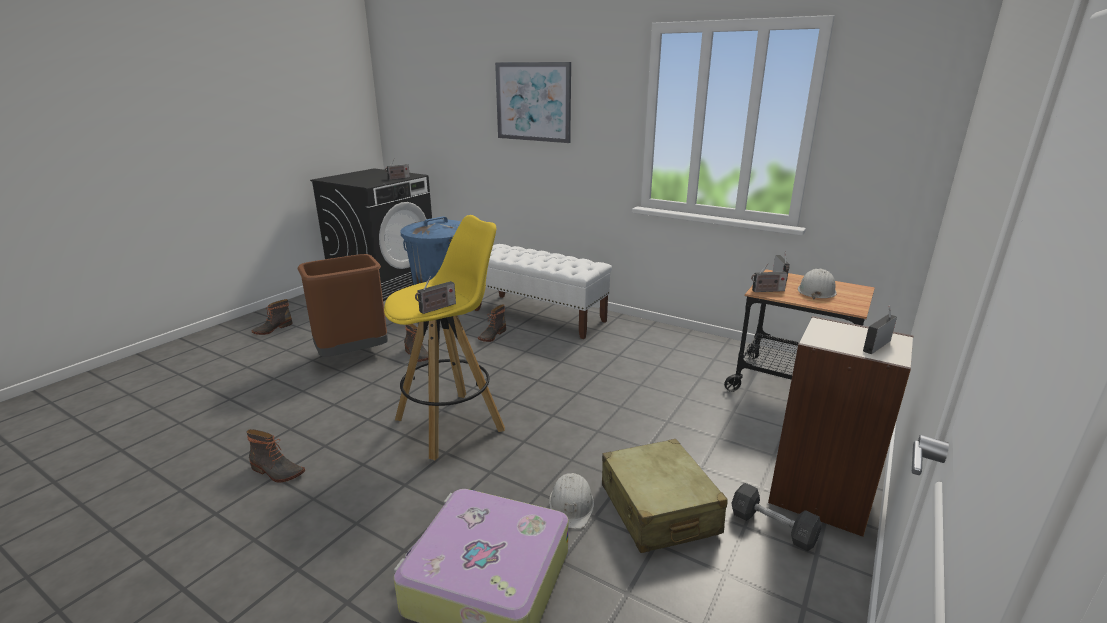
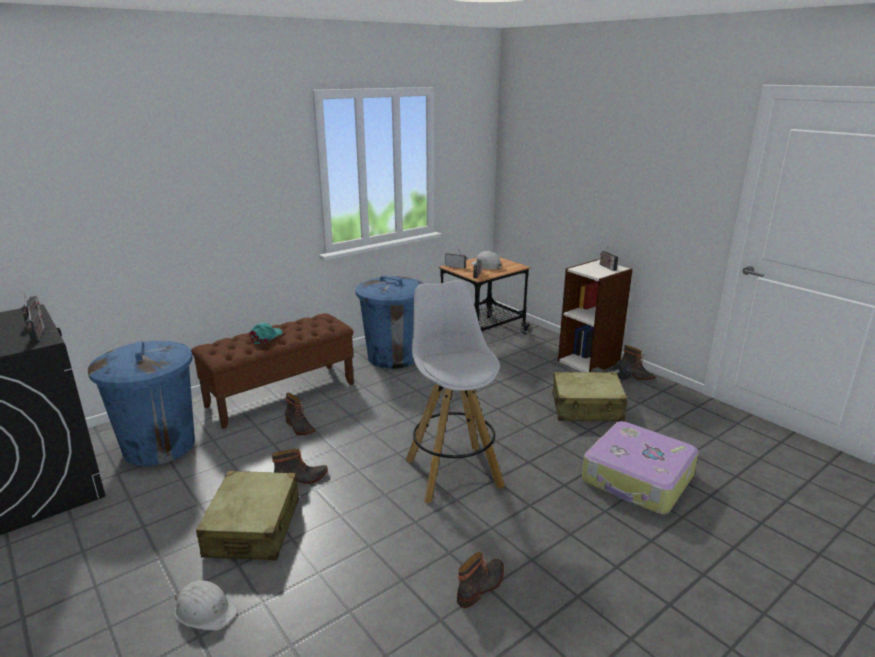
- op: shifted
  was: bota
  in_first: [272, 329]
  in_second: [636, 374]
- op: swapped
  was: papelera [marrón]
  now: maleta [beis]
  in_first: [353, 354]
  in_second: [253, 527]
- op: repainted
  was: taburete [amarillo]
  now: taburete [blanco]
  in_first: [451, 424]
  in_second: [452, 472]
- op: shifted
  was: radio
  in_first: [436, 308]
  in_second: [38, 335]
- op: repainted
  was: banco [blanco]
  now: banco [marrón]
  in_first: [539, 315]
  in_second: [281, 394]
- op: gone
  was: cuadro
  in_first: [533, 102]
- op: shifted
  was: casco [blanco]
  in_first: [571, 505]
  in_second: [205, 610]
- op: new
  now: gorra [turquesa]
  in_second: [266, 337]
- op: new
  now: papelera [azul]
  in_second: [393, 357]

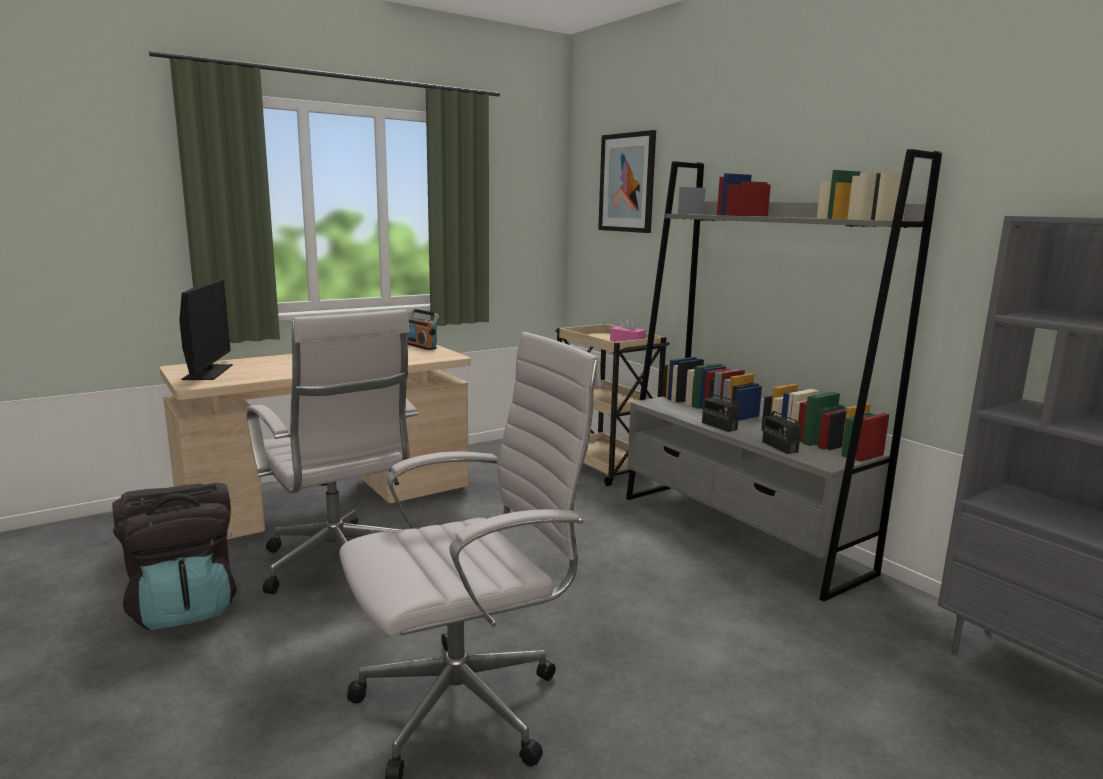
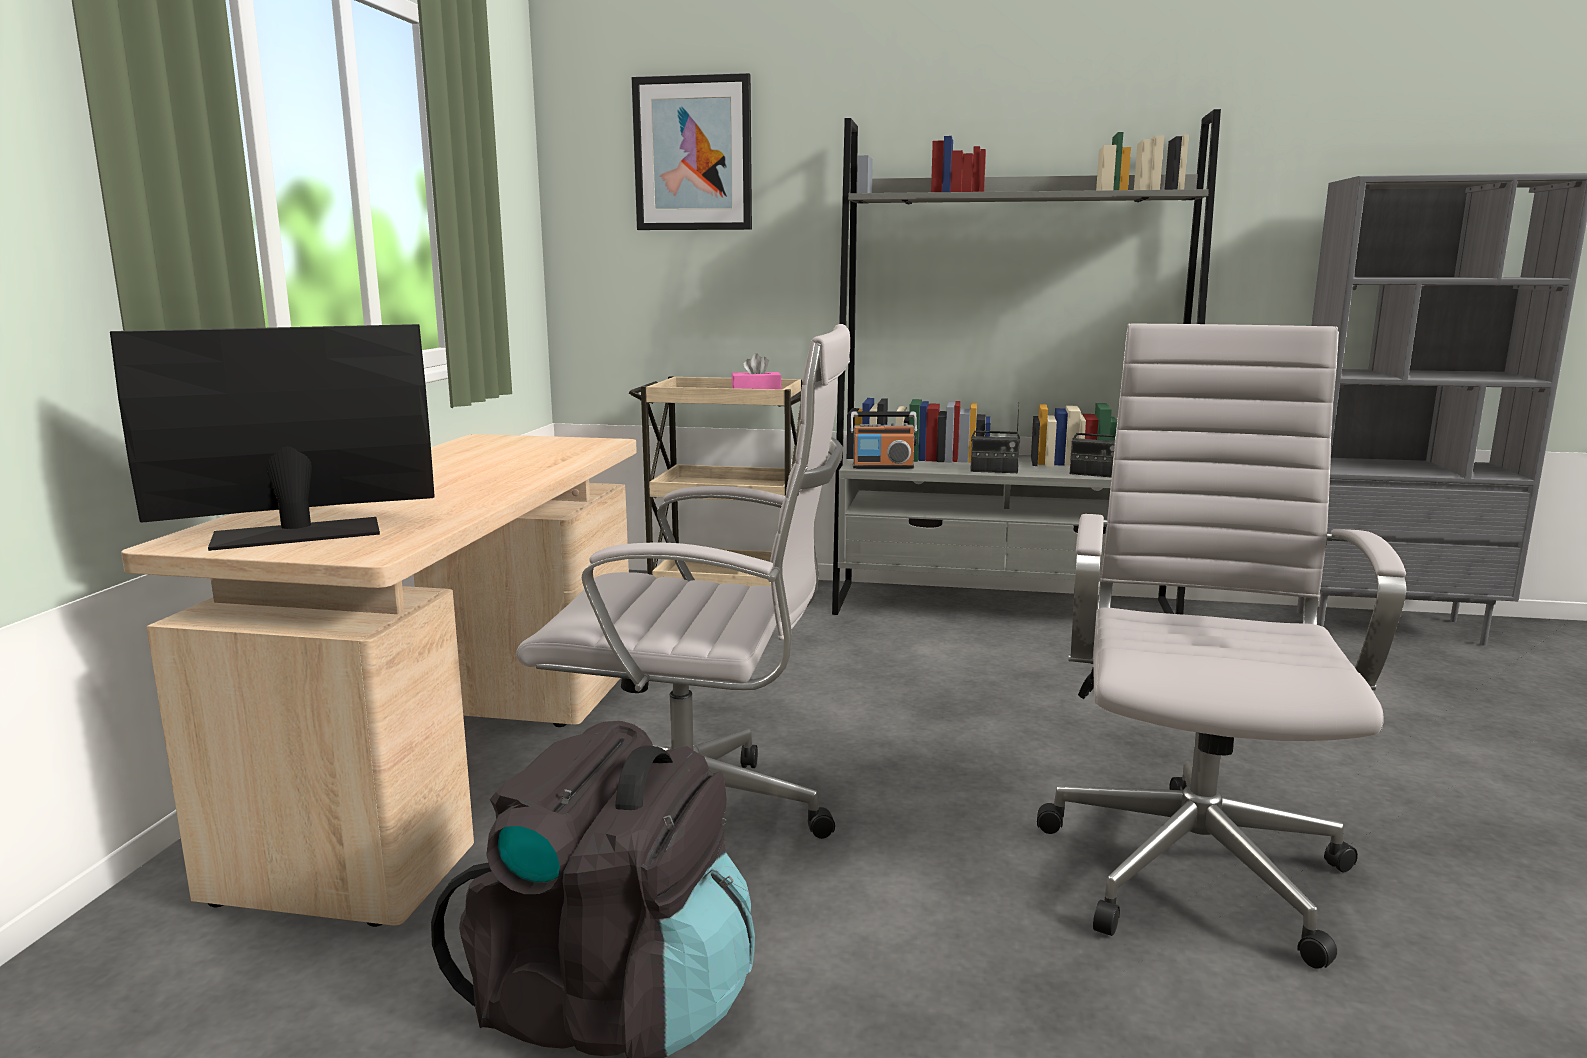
- op: rotated
  was: monitor
  in_first: [208, 372]
  in_second: [297, 534]
  clockwise: -60
- op: shifted
  was: radio
  in_first: [421, 346]
  in_second: [883, 467]

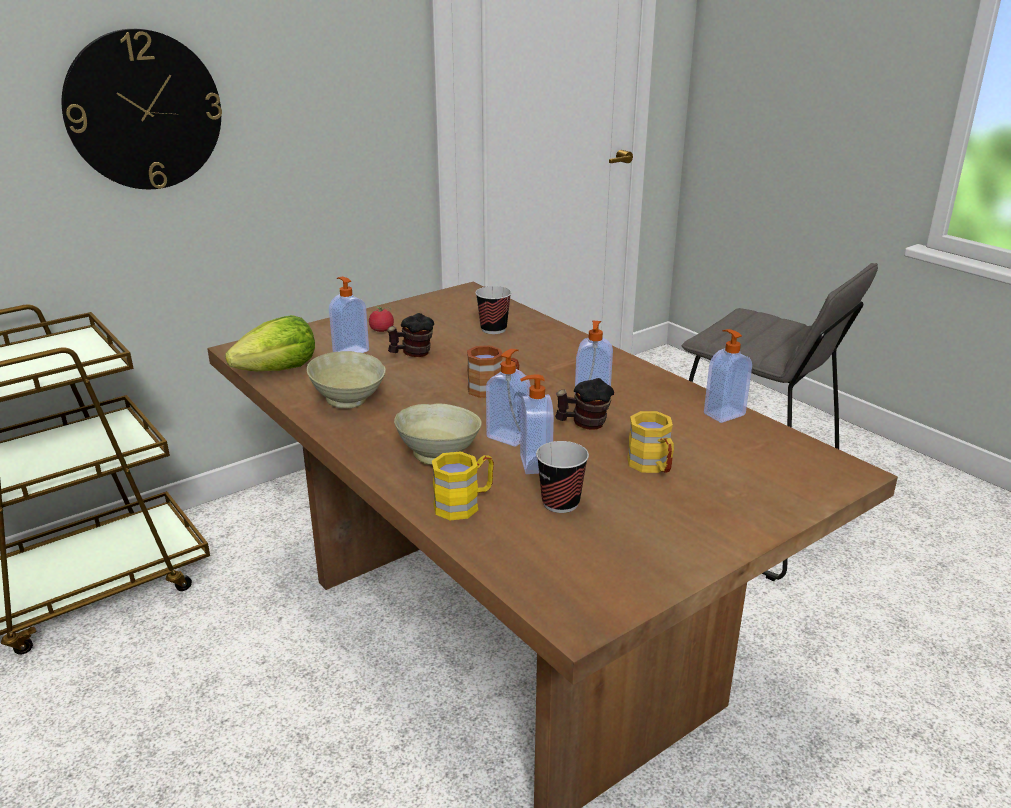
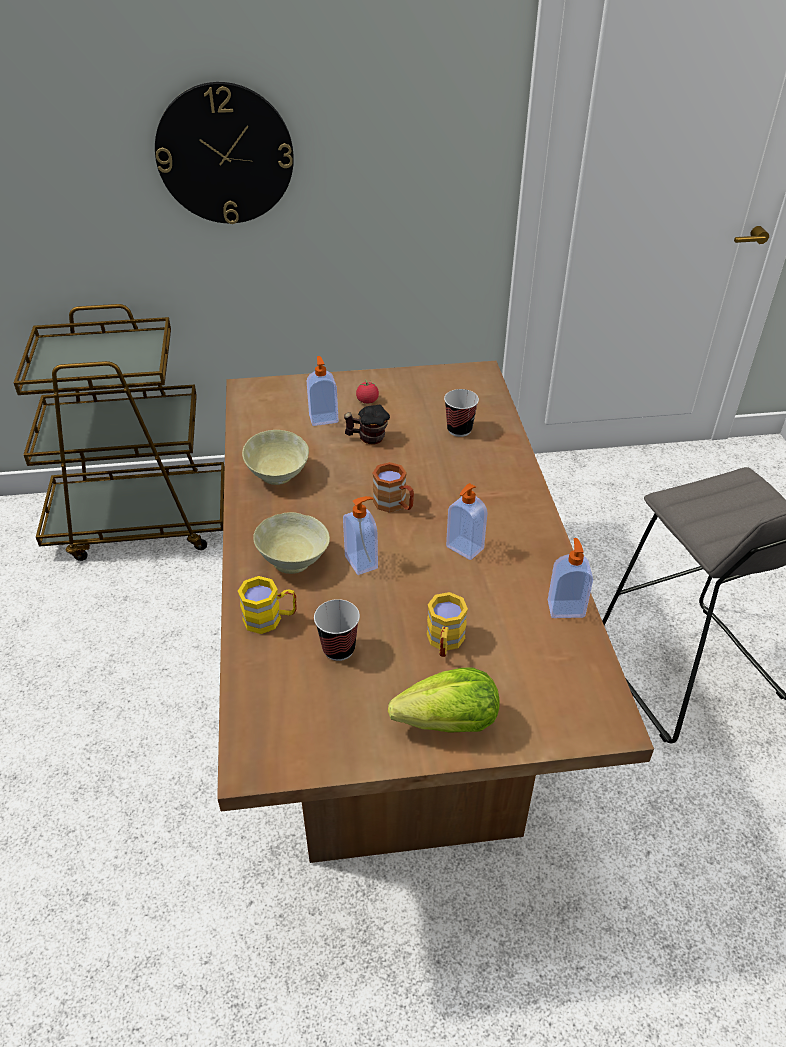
- op: shifted
  was: lechuga
  in_first: [279, 371]
  in_second: [449, 723]
- op: gone
  was: dispensador de jabón
  in_first: [534, 464]
- op: gone
  was: taza grande
  in_first: [583, 424]

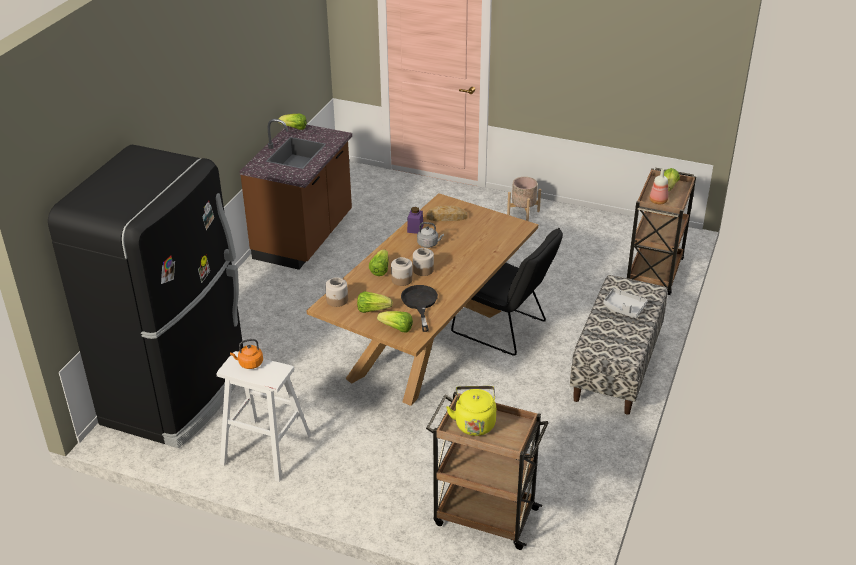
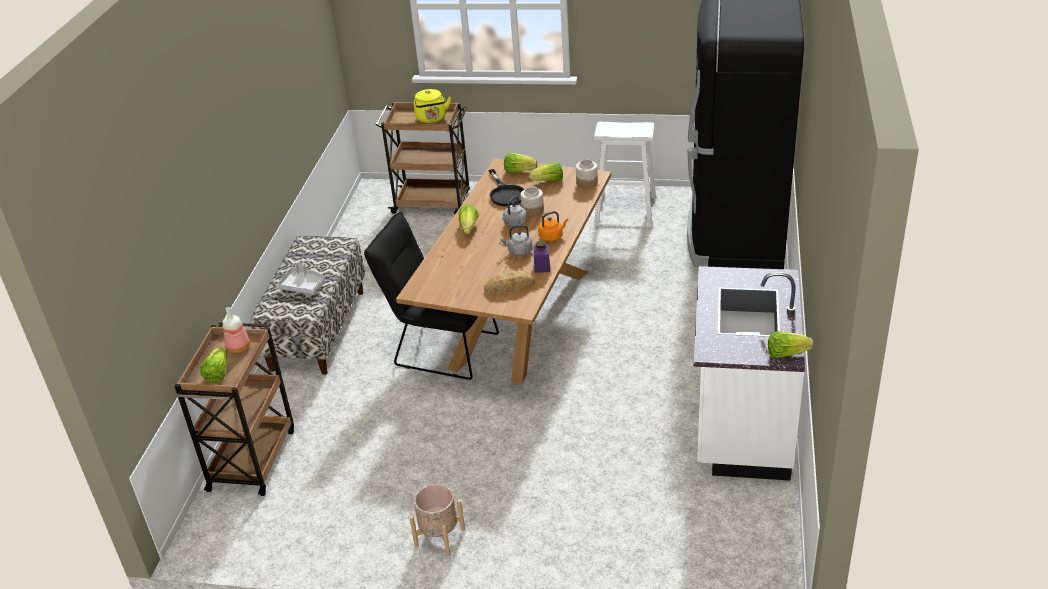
- op: shifted
  was: hervidor [naranja]
  in_first: [249, 364]
  in_second: [552, 236]
- op: repainted
  was: mueble bajo de cocina [marrón]
  now: mueble bajo de cocina [blanco]
  in_first: [305, 238]
  in_second: [740, 425]
- op: shifted
  was: lechuga
  in_first: [380, 269]
  in_second: [469, 228]
- op: swapped
  was: tarro
  now: hervidor [gris]
  in_first: [423, 270]
  in_second: [514, 224]

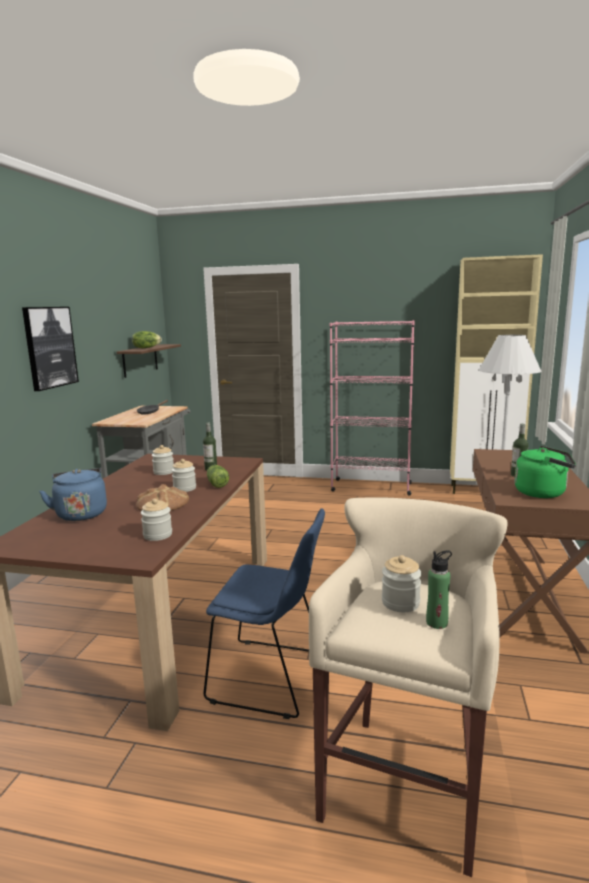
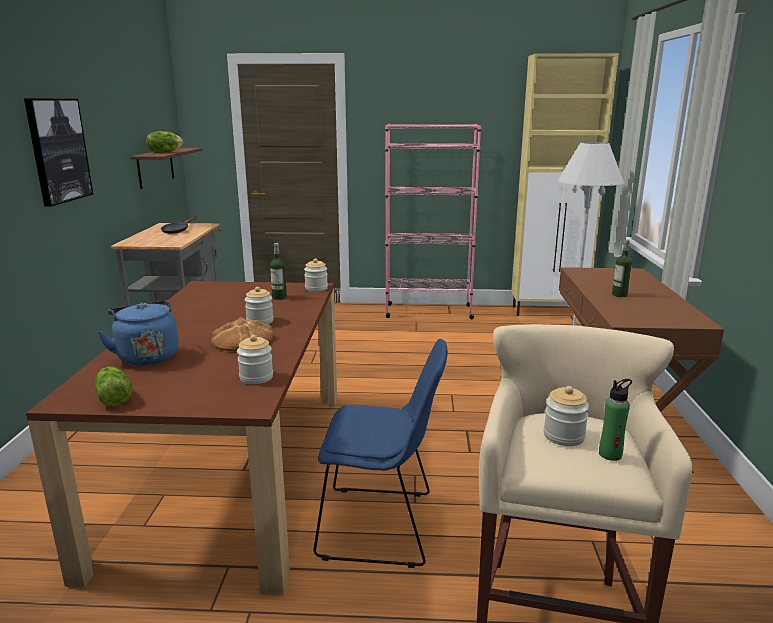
- op: shifted
  was: tarro
  in_first: [163, 472]
  in_second: [316, 288]
- op: shifted
  was: lechuga
  in_first: [217, 483]
  in_second: [114, 397]
- op: gone
  was: hervidor [verde]
  in_first: [543, 493]

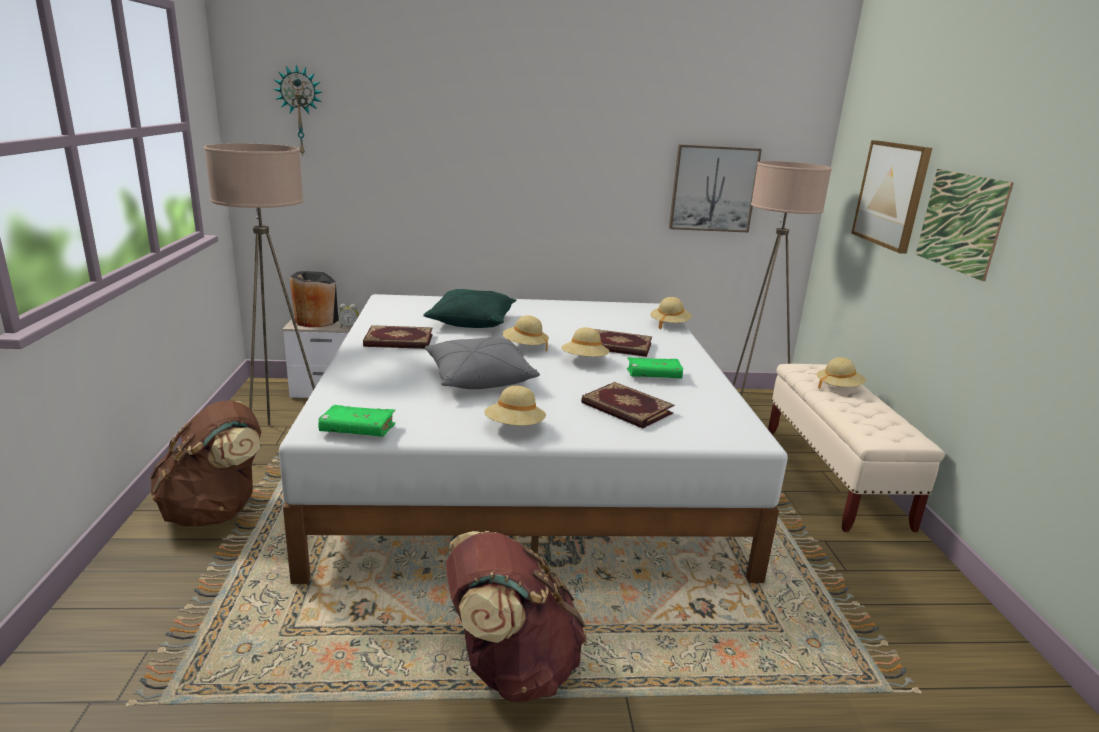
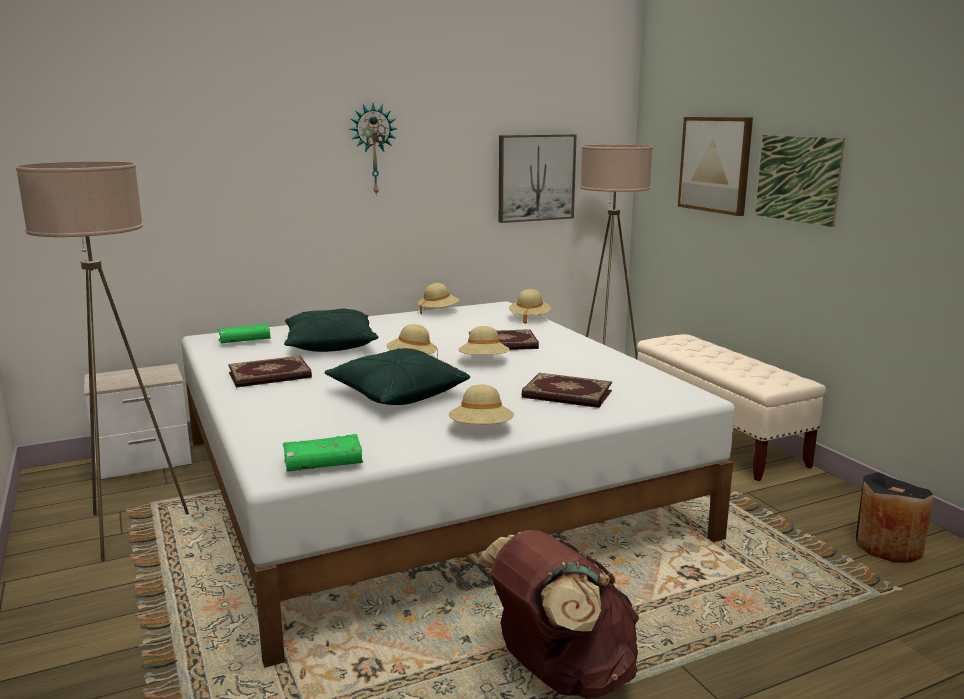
- op: gone
  was: mochila [marrón]
  in_first: [216, 511]
- op: shifted
  was: reloj de pared
  in_first: [300, 111]
  in_second: [373, 149]
- op: shifted
  was: florero [negro]
  in_first: [315, 321]
  in_second: [887, 546]
- op: gone
  was: despertador
  in_first: [349, 327]
- op: repainted
  was: cojín [gris]
  now: cojín [verde]
  in_first: [479, 378]
  in_second: [397, 395]
- op: shifted
  was: libro [verde]
  in_first: [653, 376]
  in_second: [244, 341]
- op: shifted
  was: sombrero [beis]
  in_first: [838, 387]
  in_second: [438, 311]

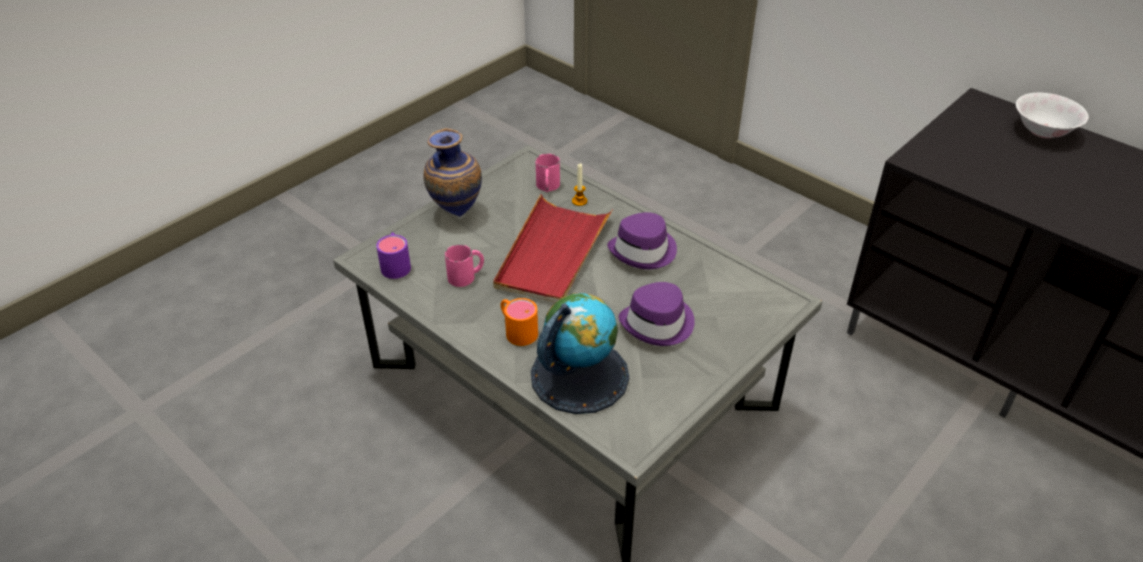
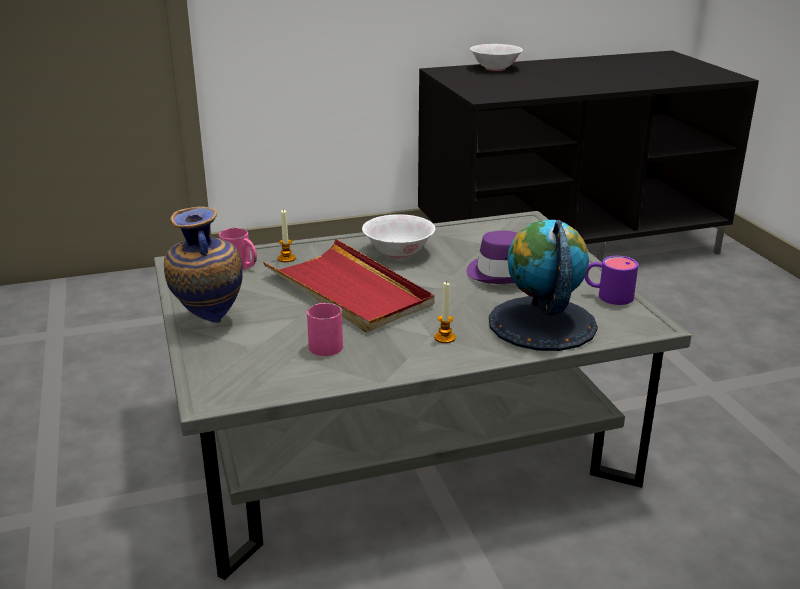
- op: shifted
  was: taza grande [morado]
  in_first: [396, 264]
  in_second: [607, 295]
- op: swapped
  was: taza grande [naranja]
  now: vela
  in_first: [517, 330]
  in_second: [444, 338]
- op: swapped
  was: sombrero [morado]
  now: cuenco [blanco]
  in_first: [644, 251]
  in_second: [398, 252]

